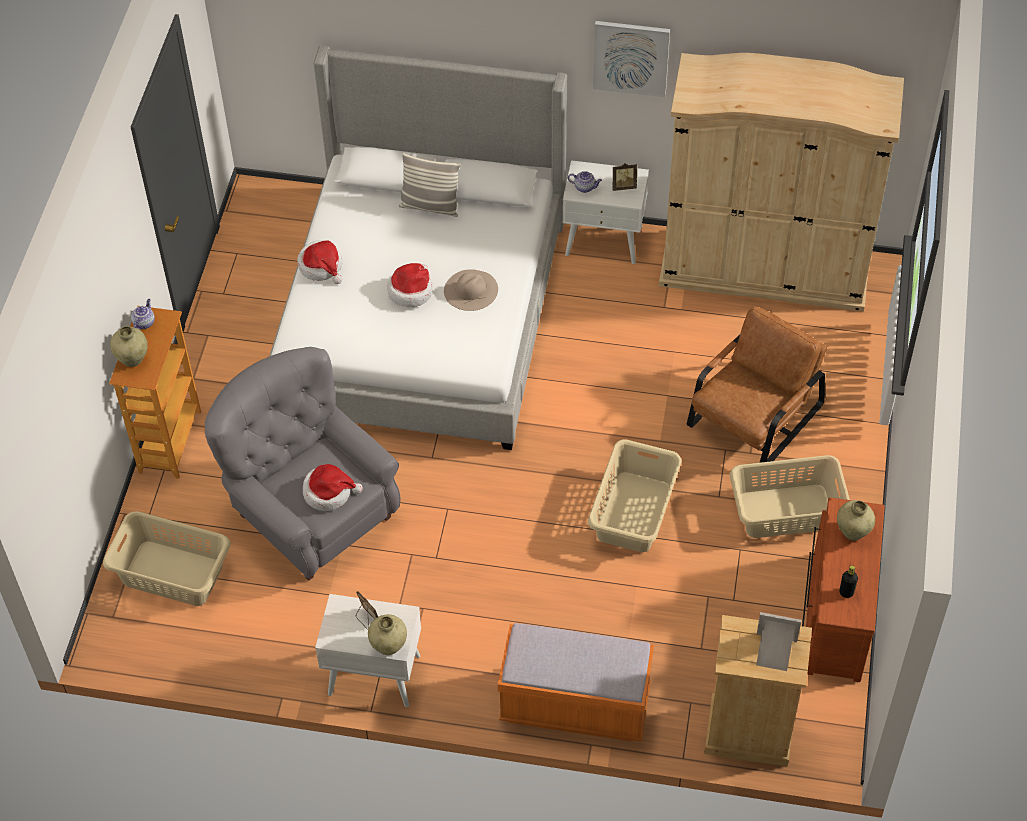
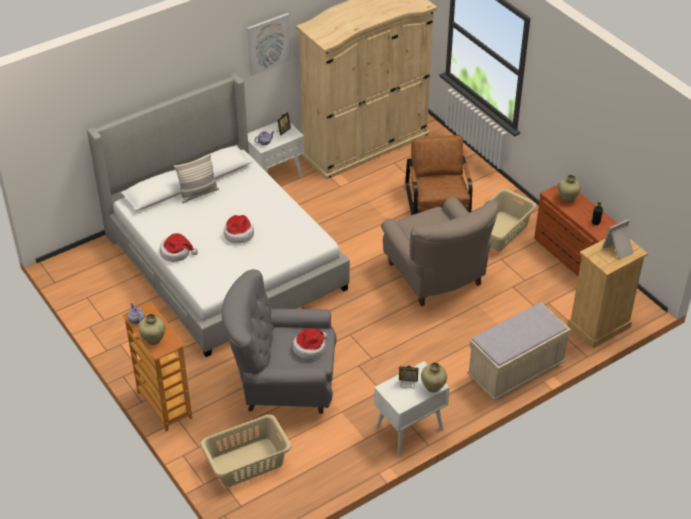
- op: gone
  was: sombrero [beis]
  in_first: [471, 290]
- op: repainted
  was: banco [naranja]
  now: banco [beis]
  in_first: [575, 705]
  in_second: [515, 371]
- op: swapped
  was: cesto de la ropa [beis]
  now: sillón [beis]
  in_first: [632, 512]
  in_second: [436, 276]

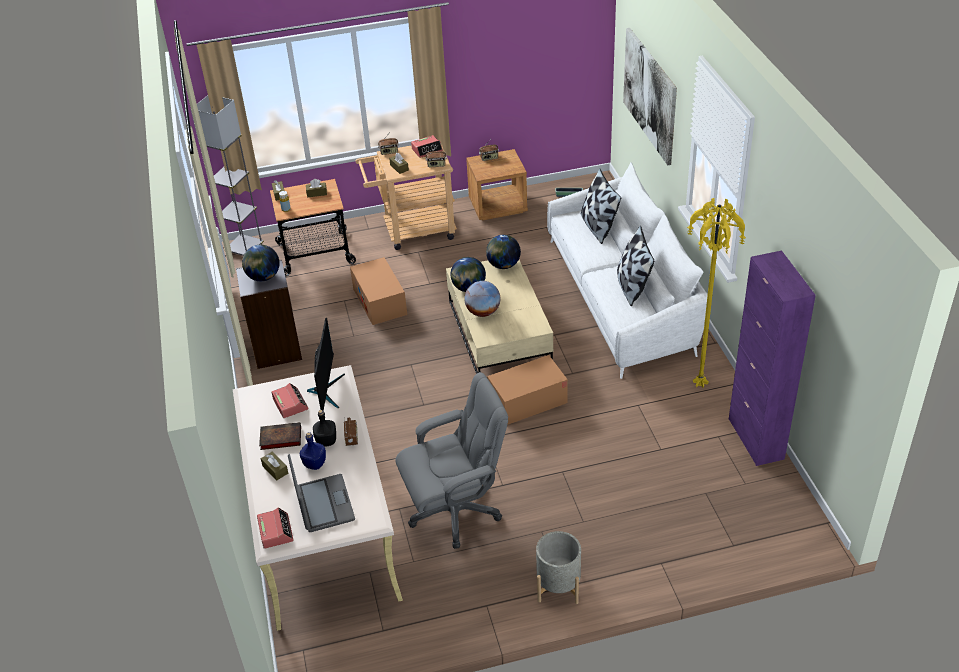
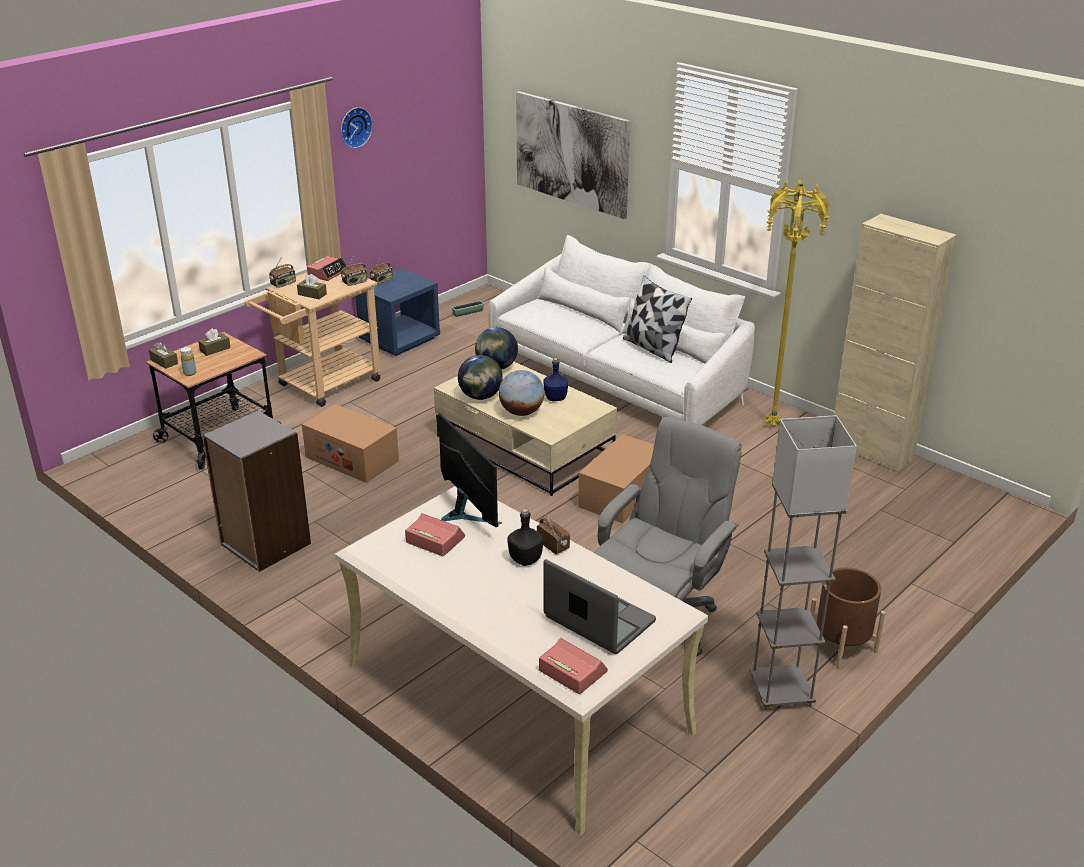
- op: shifted
  was: lámpara de pie [gris]
  in_first: [245, 249]
  in_second: [781, 692]
- op: gone
  was: globo terráqueo
  in_first: [263, 277]
- op: gone
  was: libro
  in_first: [279, 438]
- op: gone
  was: caja de pañuelos [marrón]
  in_first: [275, 469]
- op: shifted
  was: botella [azul]
  in_first: [315, 463]
  in_second: [555, 397]
- op: repainted
  was: mesita de noche [marrón]
  now: mesita de noche [azul]
  in_first: [498, 206]
  in_second: [400, 339]
- op: repainted
  was: maceta [gris]
  now: maceta [marrón]
  in_first: [558, 586]
  in_second: [841, 645]
- op: gone
  was: cojín
  in_first: [598, 227]
- op: repainted
  was: armario [morado]
  now: armario [beis]
  in_first: [755, 439]
  in_second: [871, 451]
- op: new
  now: reloj de pared
  in_second: [354, 127]

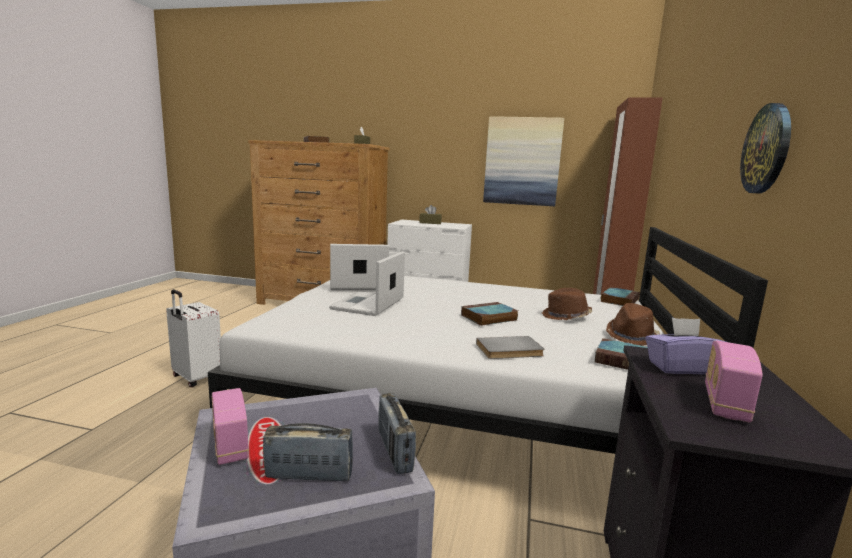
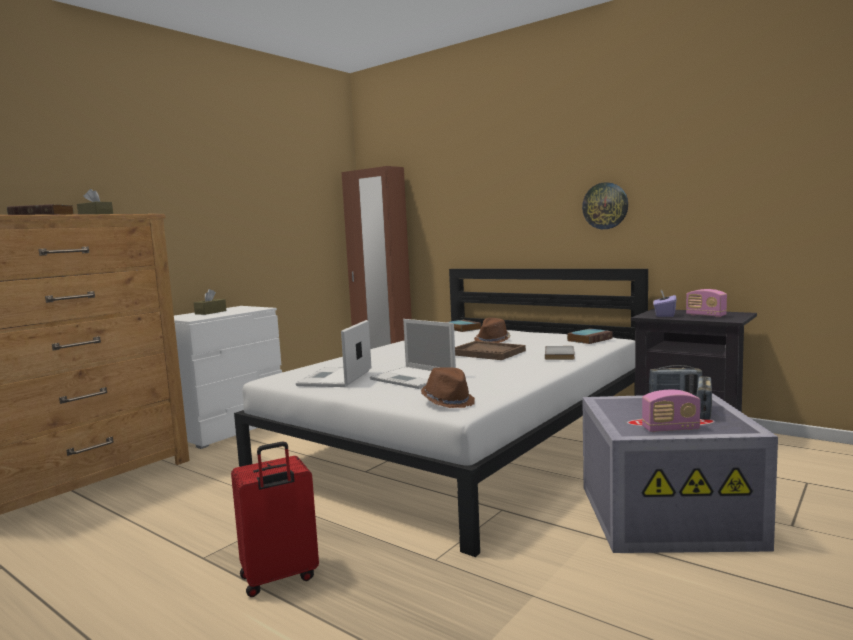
- op: repainted
  was: maleta [blanco]
  now: maleta [rojo]
  in_first: [195, 378]
  in_second: [279, 578]
- op: swapped
  was: libro
  now: bandeja [marrón]
  in_first: [488, 318]
  in_second: [487, 353]
- op: gone
  was: cuadro
  in_first: [522, 161]
- op: shifted
  was: sombrero [marrón]
  in_first: [631, 336]
  in_second: [448, 402]

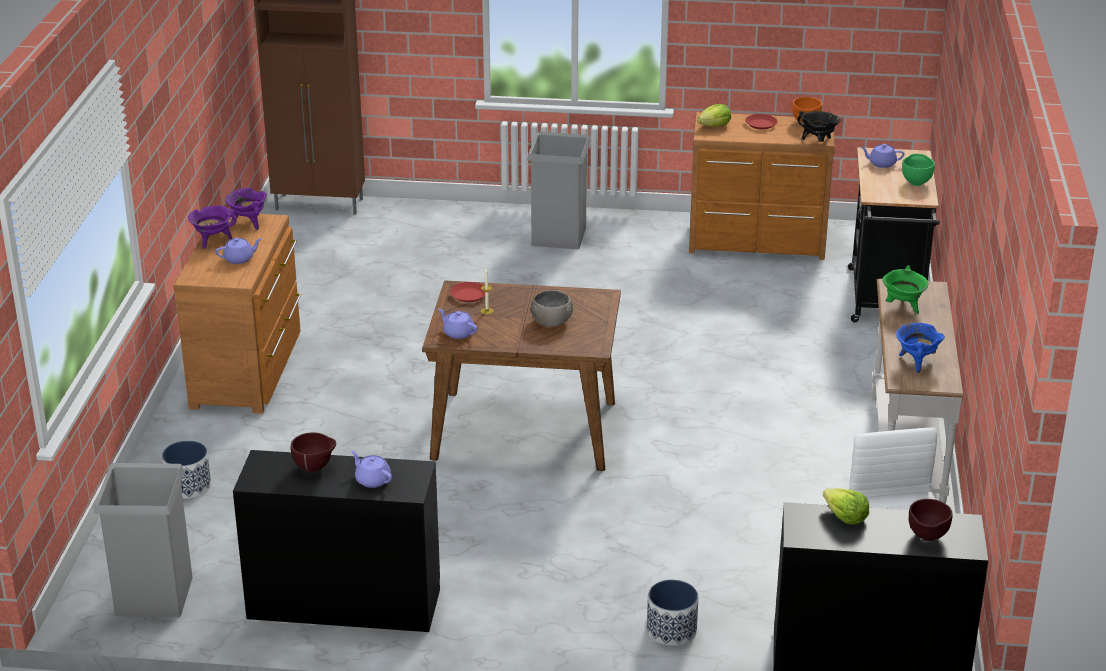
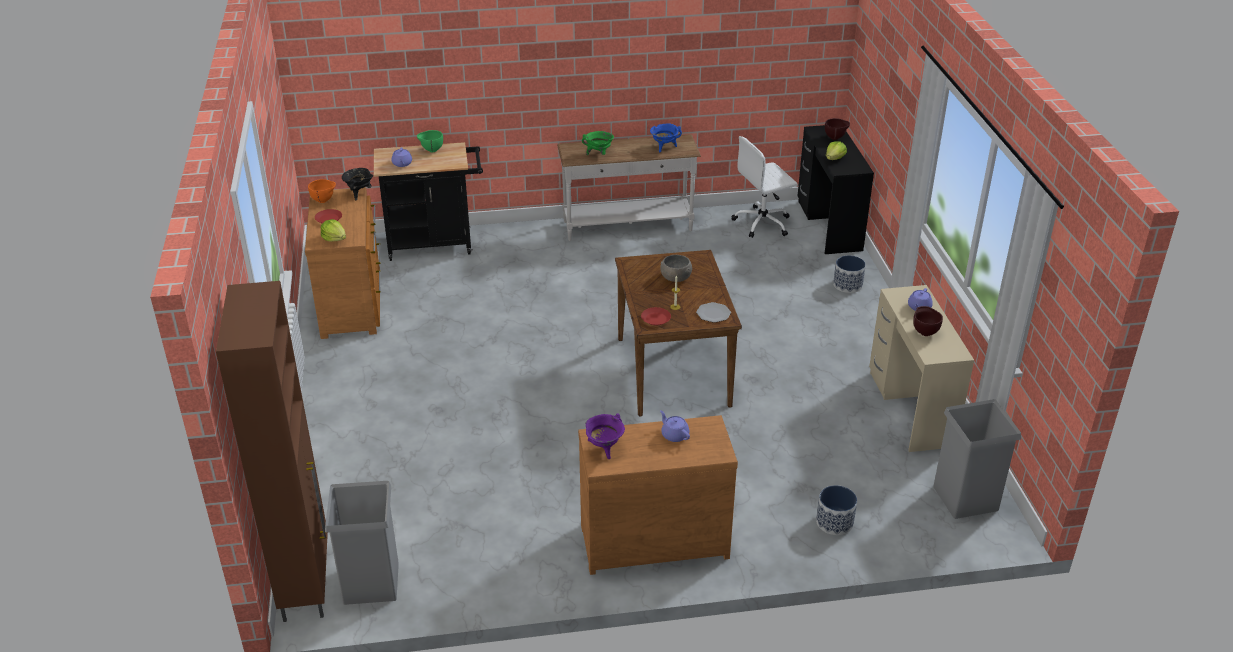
- op: gone
  was: olla [morado]
  in_first: [213, 241]
- op: repainted
  was: escritorio [negro]
  now: escritorio [beis]
  in_first: [344, 604]
  in_second: [911, 408]
- op: swapped
  was: tetera [morado]
  now: plato
  in_first: [458, 333]
  in_second: [713, 313]
- op: shifted
  was: papelera [gris]
  in_first: [559, 236]
  in_second: [371, 582]

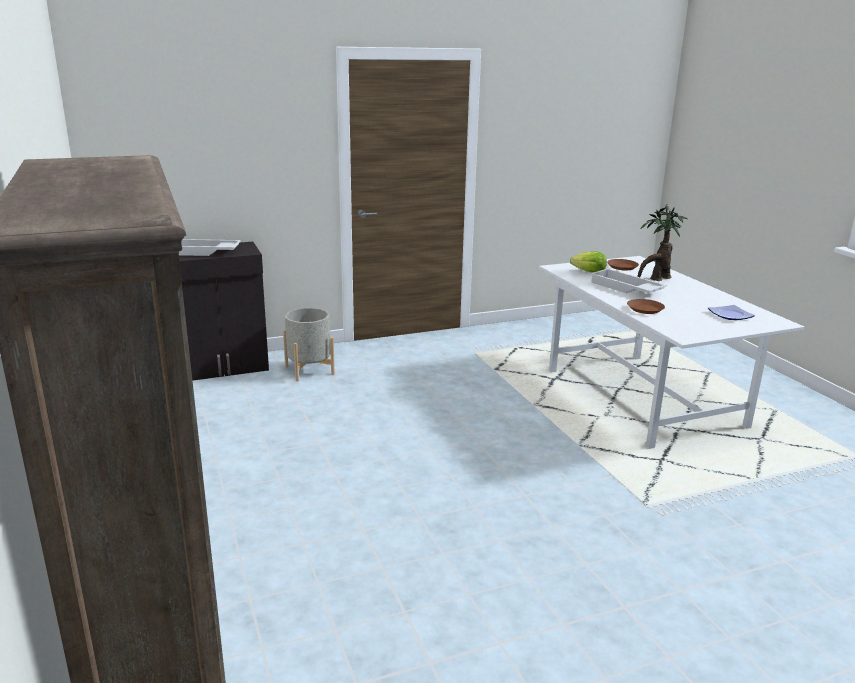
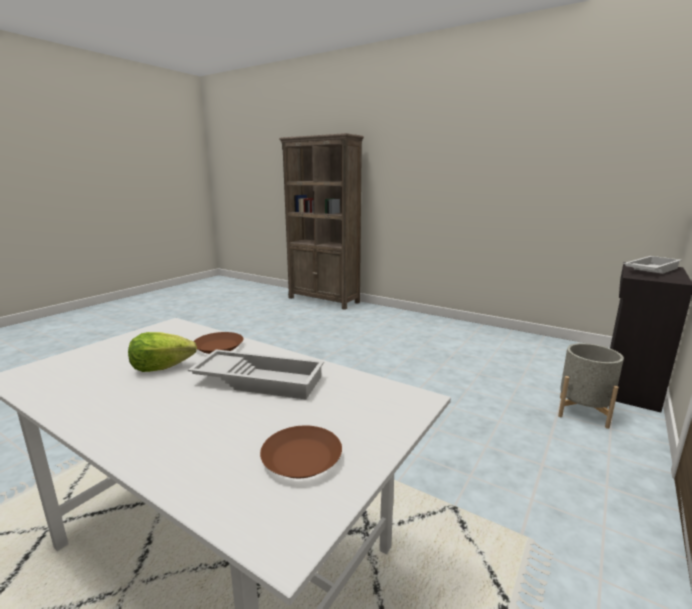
- op: shifted
  was: lechuga
  in_first: [589, 272]
  in_second: [161, 367]
- op: gone
  was: planta en maceta
  in_first: [656, 279]
- op: gone
  was: plato
  in_first: [731, 315]

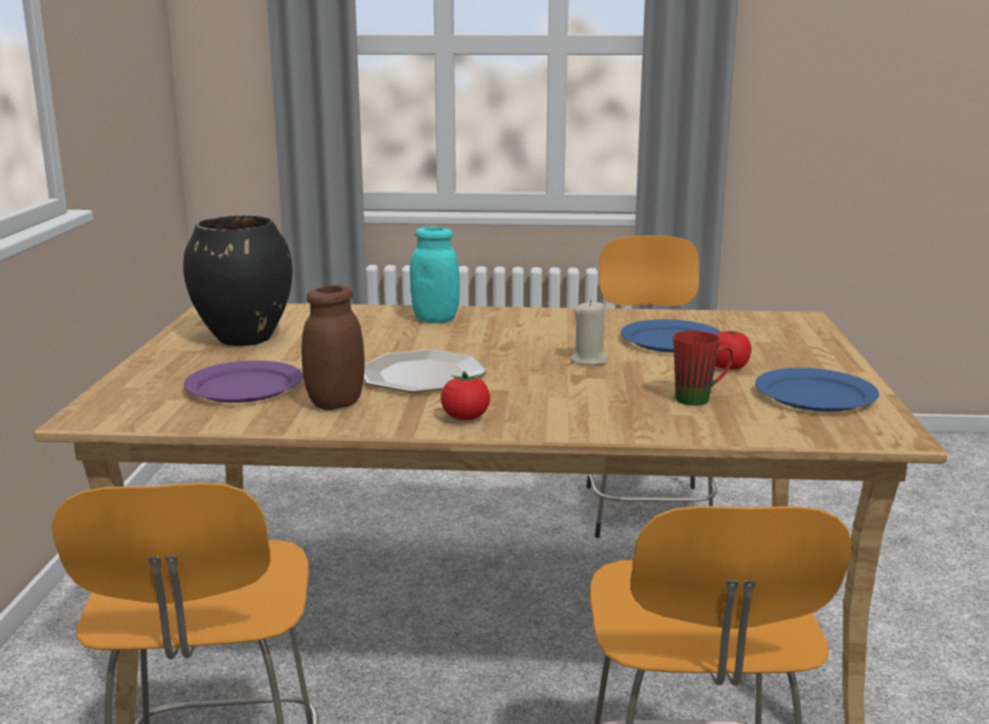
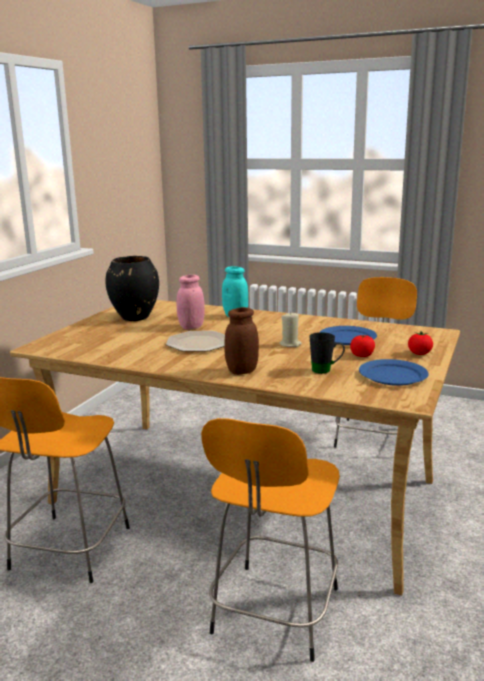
- op: gone
  was: plato [morado]
  in_first: [245, 387]
- op: shifted
  was: tarro [marrón]
  in_first: [336, 403]
  in_second: [242, 371]
- op: shifted
  was: tomate
  in_first: [465, 418]
  in_second: [419, 354]
- op: repainted
  was: taza grande [rojo]
  now: taza grande [negro]
  in_first: [701, 399]
  in_second: [326, 370]
- op: new
  now: tarro [rosa]
  in_second: [191, 327]

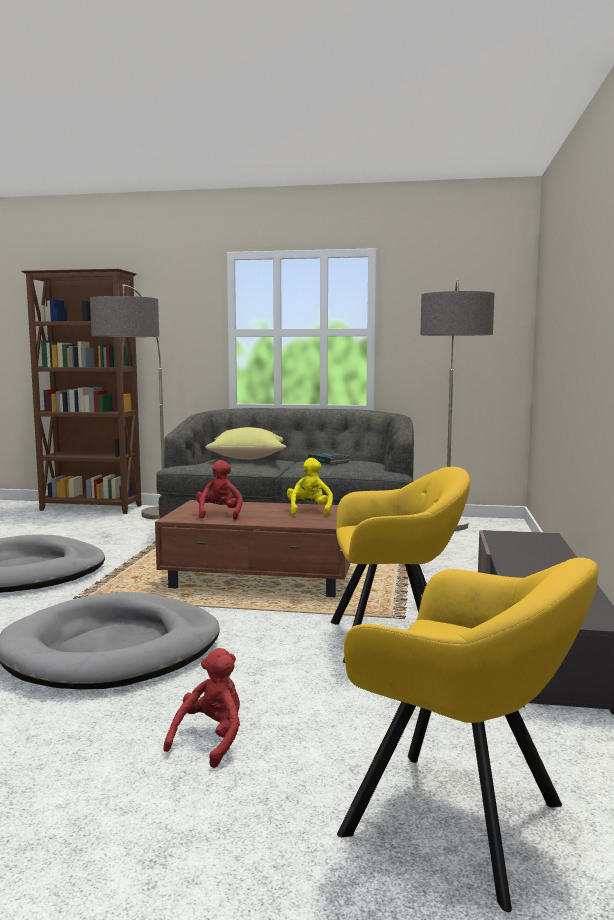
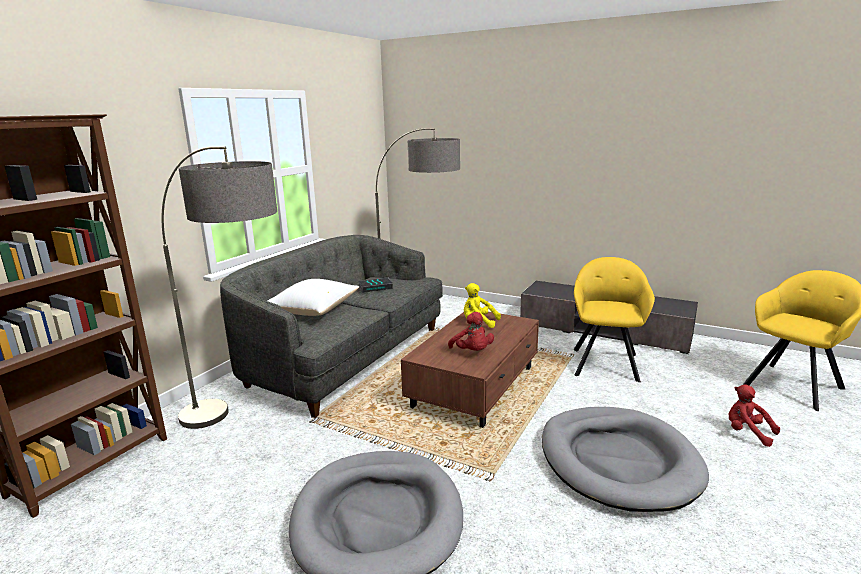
- op: rotated
  was: peluche [rojo]
  in_first: [219, 514]
  in_second: [472, 352]
  clockwise: -135
- op: repainted
  was: cojín [amarillo]
  now: cojín [blanco]
  in_first: [248, 458]
  in_second: [313, 310]

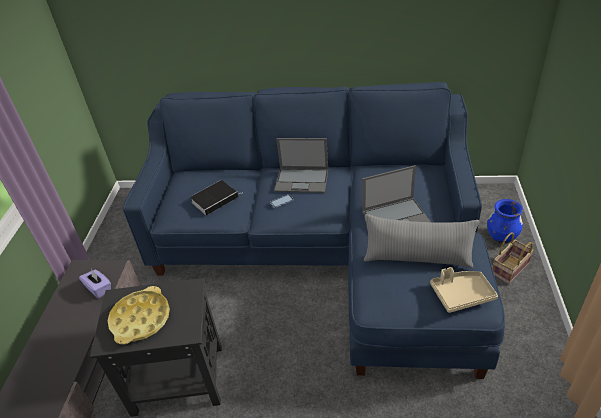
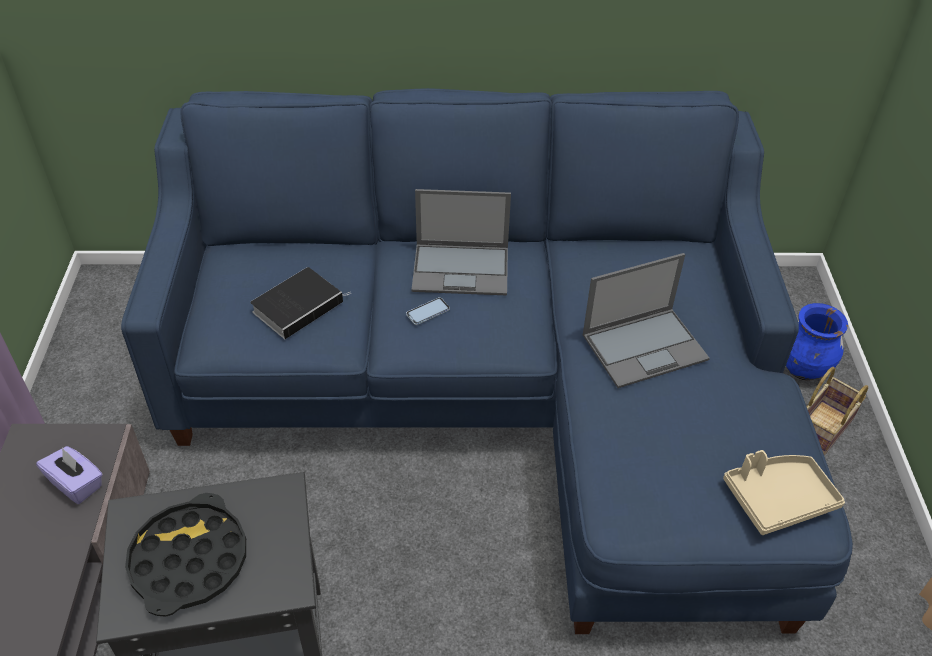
- op: repainted
  was: bandeja [amarillo]
  now: bandeja [negro]
  in_first: [140, 319]
  in_second: [189, 560]
- op: gone
  was: cojín [gris]
  in_first: [417, 258]

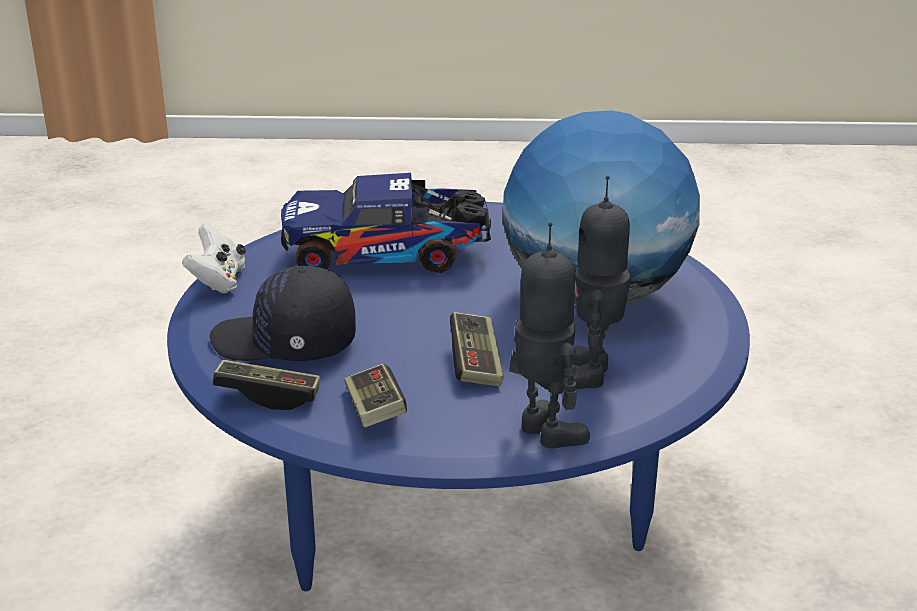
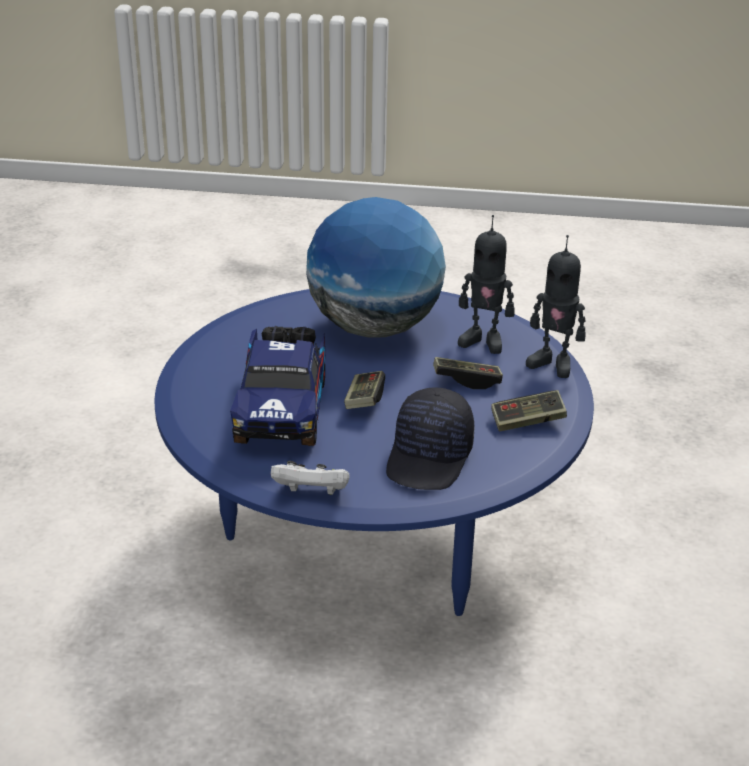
- op: shifted
  was: mando de consola
  in_first: [268, 396]
  in_second: [364, 400]
- op: rotated
  was: robot de juguete
  in_first: [544, 434]
  in_second: [552, 364]
  clockwise: -120

